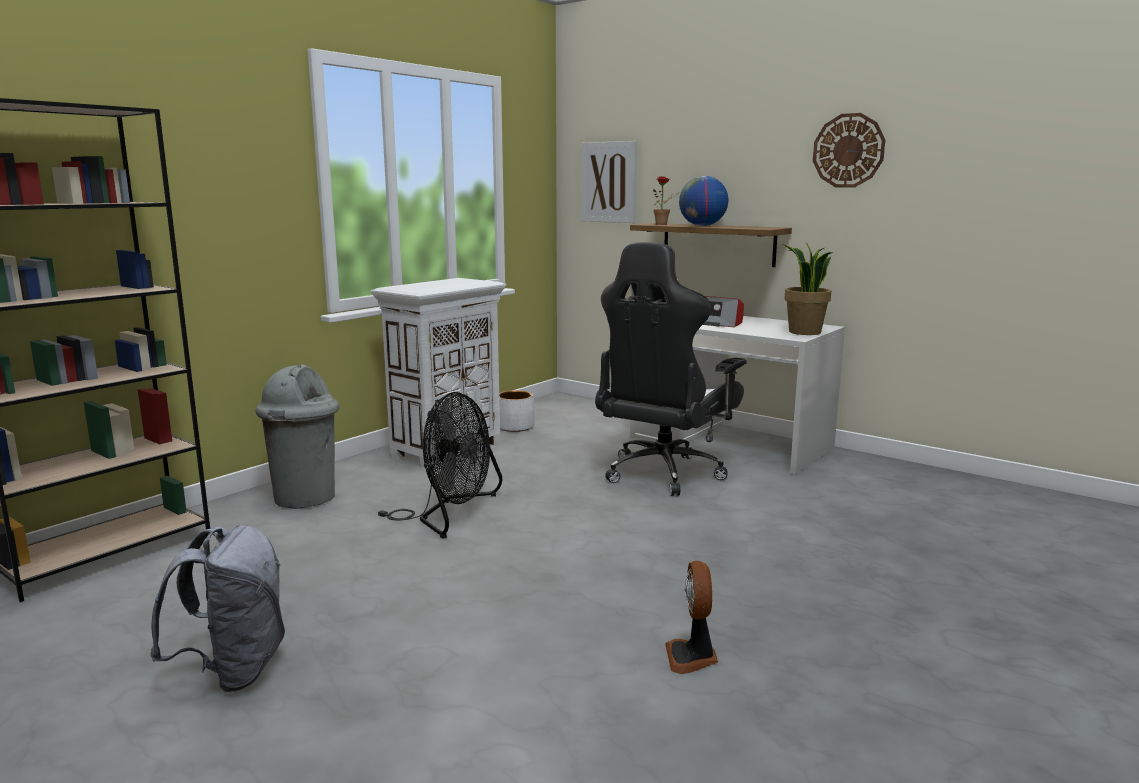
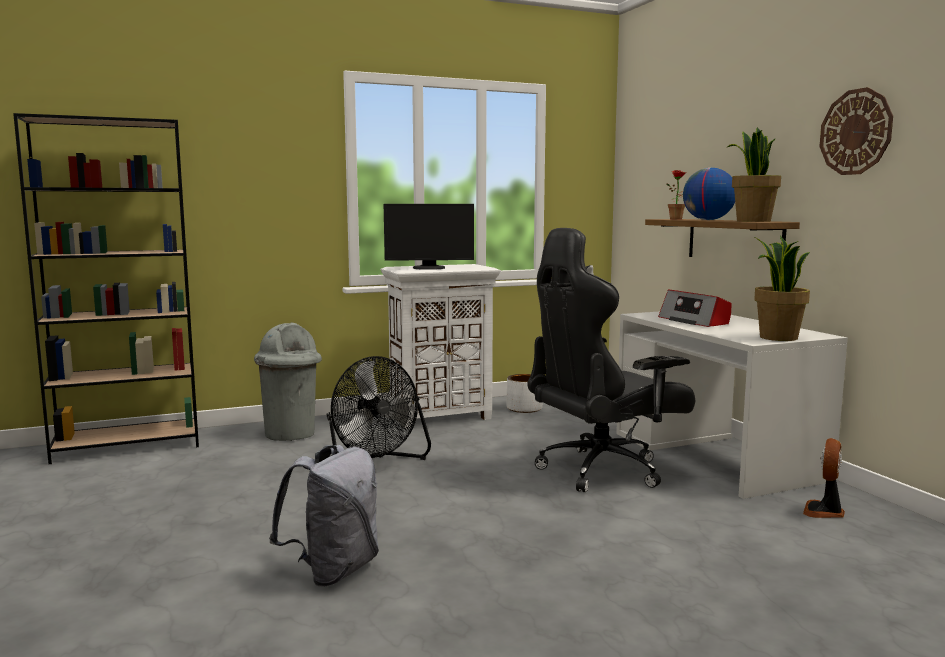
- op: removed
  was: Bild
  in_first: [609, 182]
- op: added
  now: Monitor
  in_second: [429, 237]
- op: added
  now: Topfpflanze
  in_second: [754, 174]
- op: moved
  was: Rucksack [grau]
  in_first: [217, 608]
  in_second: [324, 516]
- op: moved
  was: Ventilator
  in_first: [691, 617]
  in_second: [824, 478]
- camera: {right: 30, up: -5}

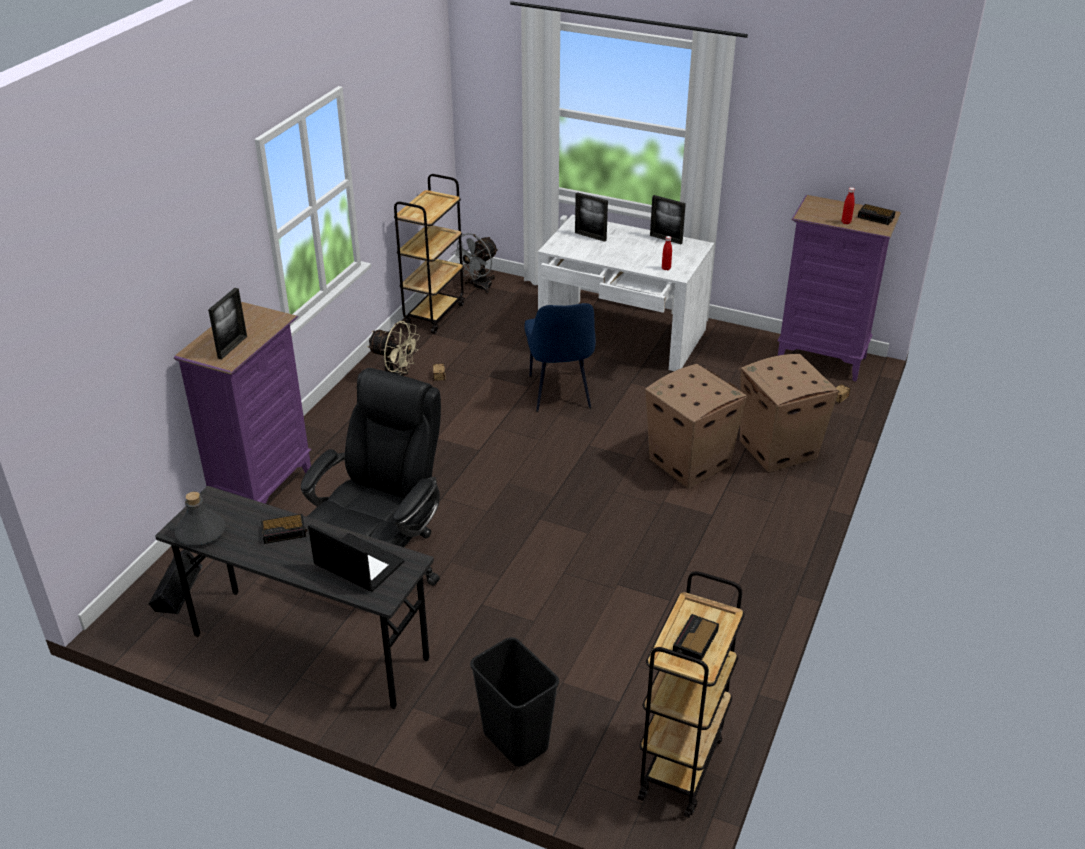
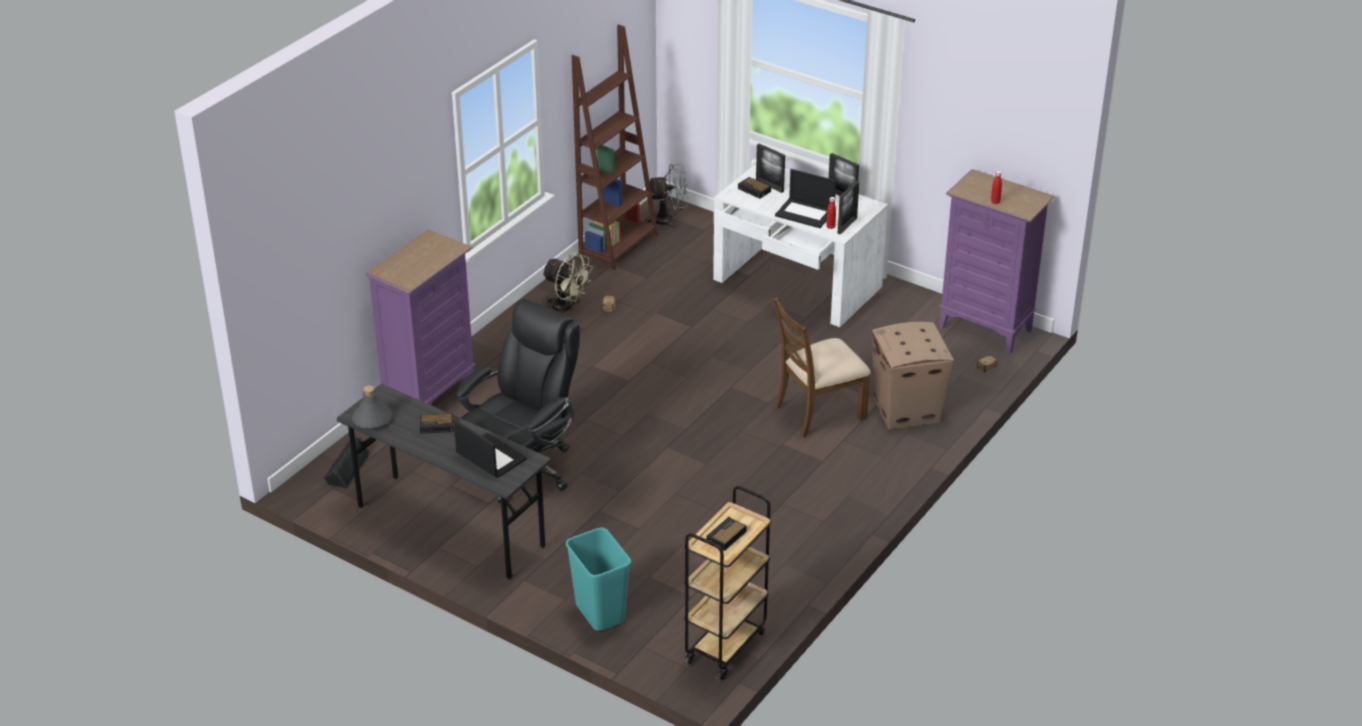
- op: removed
  was: Stuhl [blau]
  in_first: [560, 357]
- op: added
  now: Laptop
  in_second: [805, 198]
- op: moved
  was: Bilderrahmen
  in_first: [227, 323]
  in_second: [848, 208]
- op: moved
  was: Wecker
  in_first: [877, 214]
  in_second: [754, 188]
- op: replaced
  was: Rollwagen [braun]
  now: Bücherregal [braun]
  in_first: [429, 254]
  in_second: [615, 147]
- op: replaced
  was: Karton
  now: Stuhl [braun]
  in_first: [696, 426]
  in_second: [822, 367]
- op: recoloured
  was: Mülleimer [schwarz]
  now: Mülleimer [türkis]
  in_first: [514, 702]
  in_second: [598, 579]
- op: turned
  was: Ventilator [grau]
  in_first: [474, 263]
  in_second: [667, 196]
  clockwise: -150
- camera: {right: 10, up: 0}

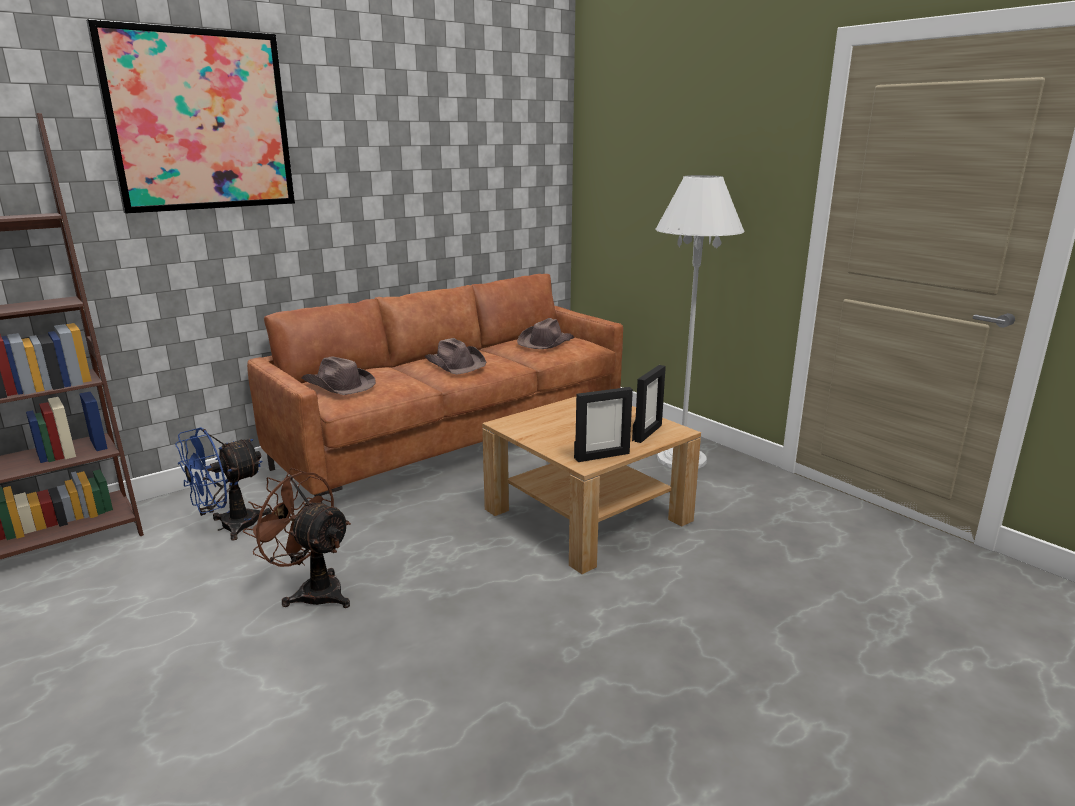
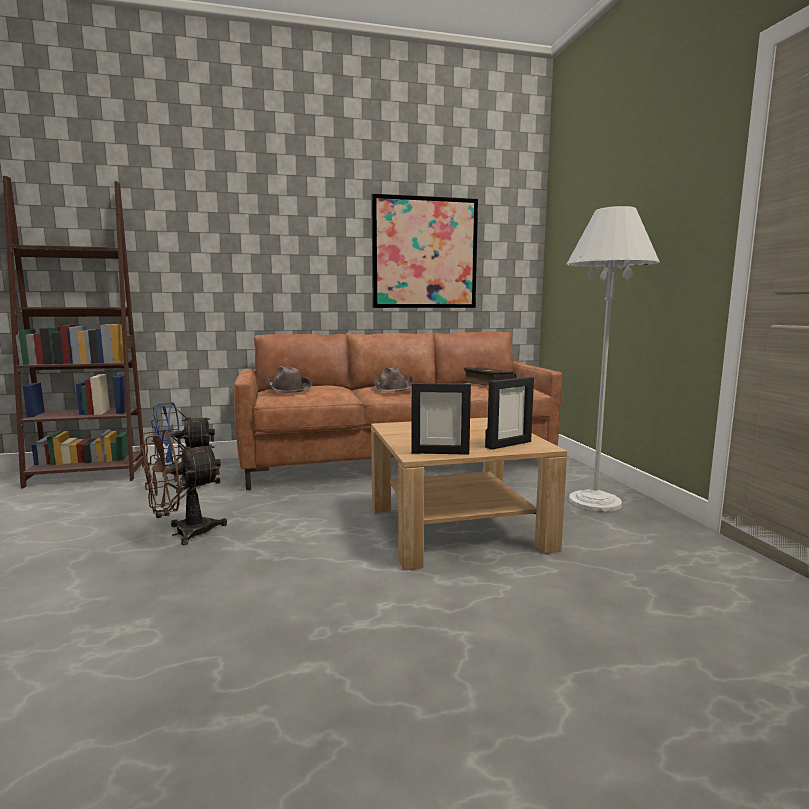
- op: moved
  was: Bild
  in_first: [190, 116]
  in_second: [424, 250]
- op: replaced
  was: Hut [braun]
  now: Buch
  in_first: [546, 333]
  in_second: [490, 376]
- op: turned
  was: Ventilator [braun]
  in_first: [297, 538]
  in_second: [184, 487]
  clockwise: -90
- camera: {right: 25, up: -10}

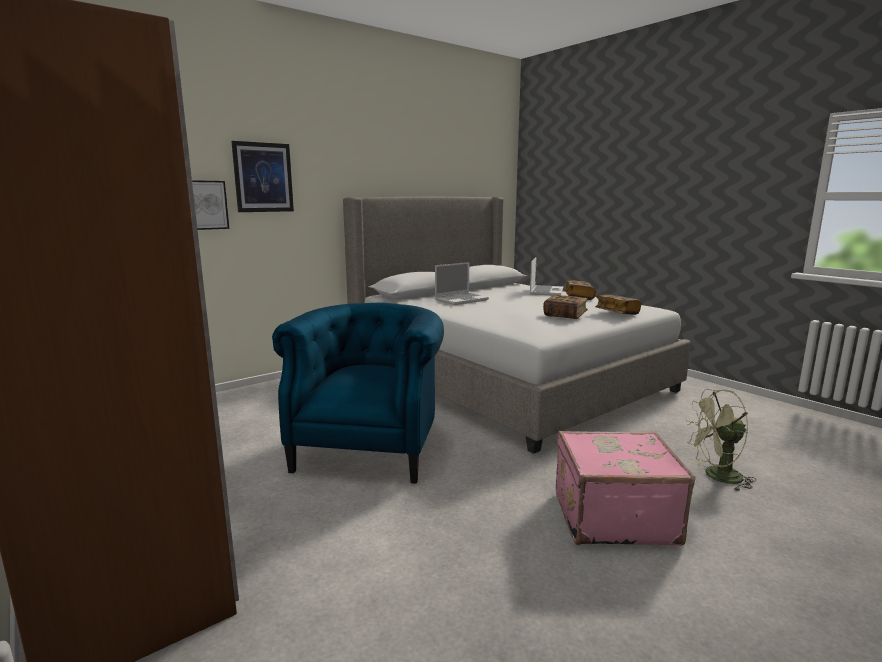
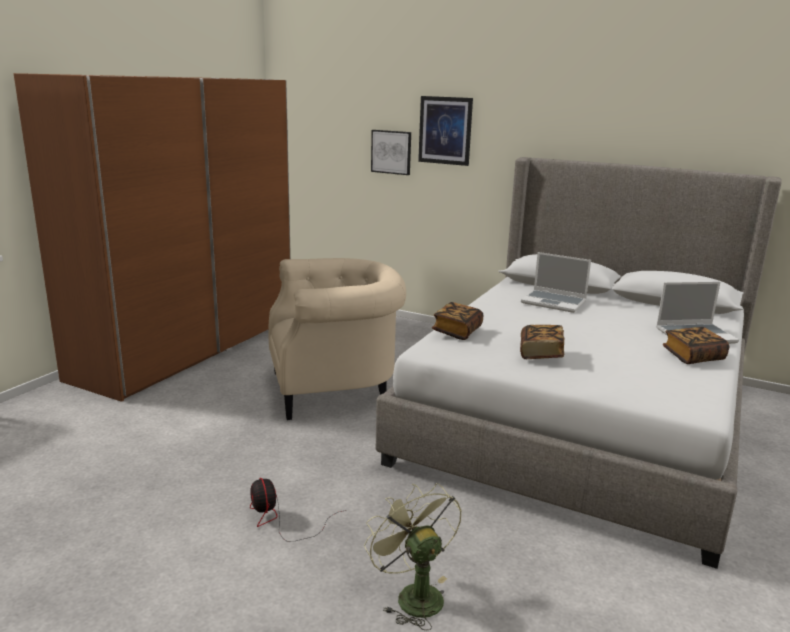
- op: moved
  was: Buch
  in_first: [618, 305]
  in_second: [457, 321]
- op: replaced
  was: Koffer [rosa]
  now: Ventilator
  in_first: [626, 488]
  in_second: [298, 510]
- op: recoloured
  was: Sessel [blau]
  now: Sessel [beige]
  in_first: [358, 393]
  in_second: [337, 339]
- camera: {right: 65, up: 5}

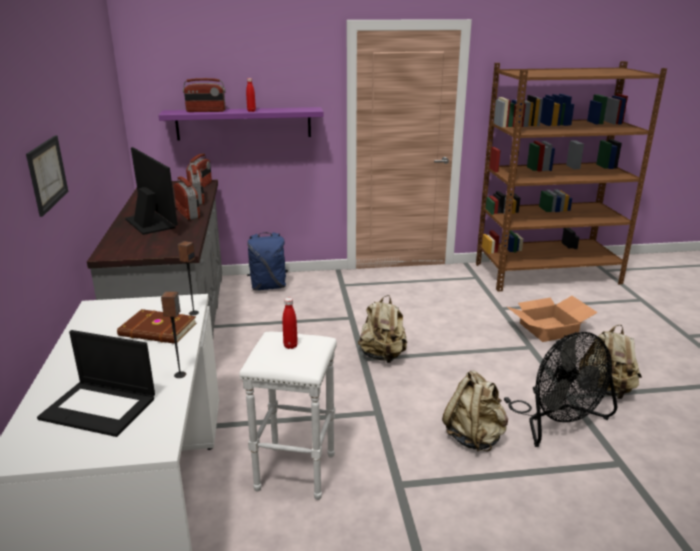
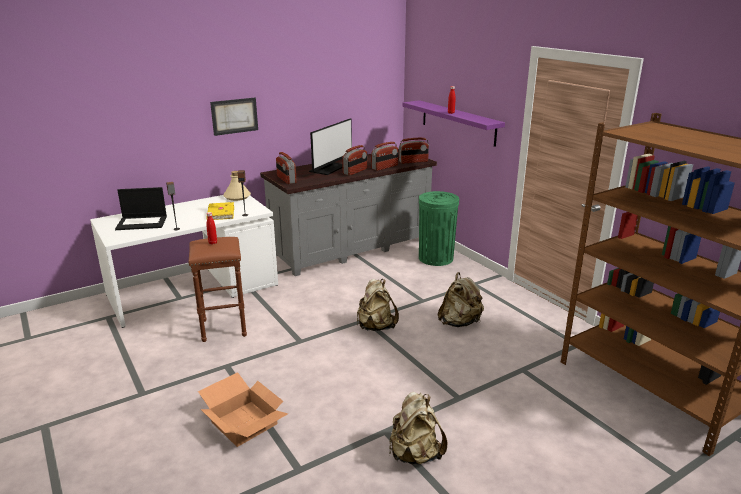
- op: removed
  was: Ventilator [schwarz]
  in_first: [561, 389]
- op: added
  now: Flasche [beige]
  in_second: [237, 186]
- op: moved
  was: Radio
  in_first: [204, 95]
  in_second: [286, 168]
- op: moved
  was: Rucksack [beige]
  in_first: [475, 411]
  in_second: [460, 299]
- op: moved
  was: Karton
  in_first: [552, 319]
  in_second: [243, 409]
- op: replaced
  was: Rucksack [blau]
  now: Mülleimer [grün]
  in_first: [267, 261]
  in_second: [439, 228]
- op: recoloured
  was: Buch [braun]
  now: Buch [gelb]
  in_first: [157, 326]
  in_second: [220, 211]
- op: recoloured
  was: Hocker [weiß]
  now: Hocker [braun]
  in_first: [288, 416]
  in_second: [218, 289]
- op: turned
  was: Laptop
  in_first: [96, 383]
  in_second: [141, 208]
  clockwise: -90
- camera: {right: 65, up: 0}

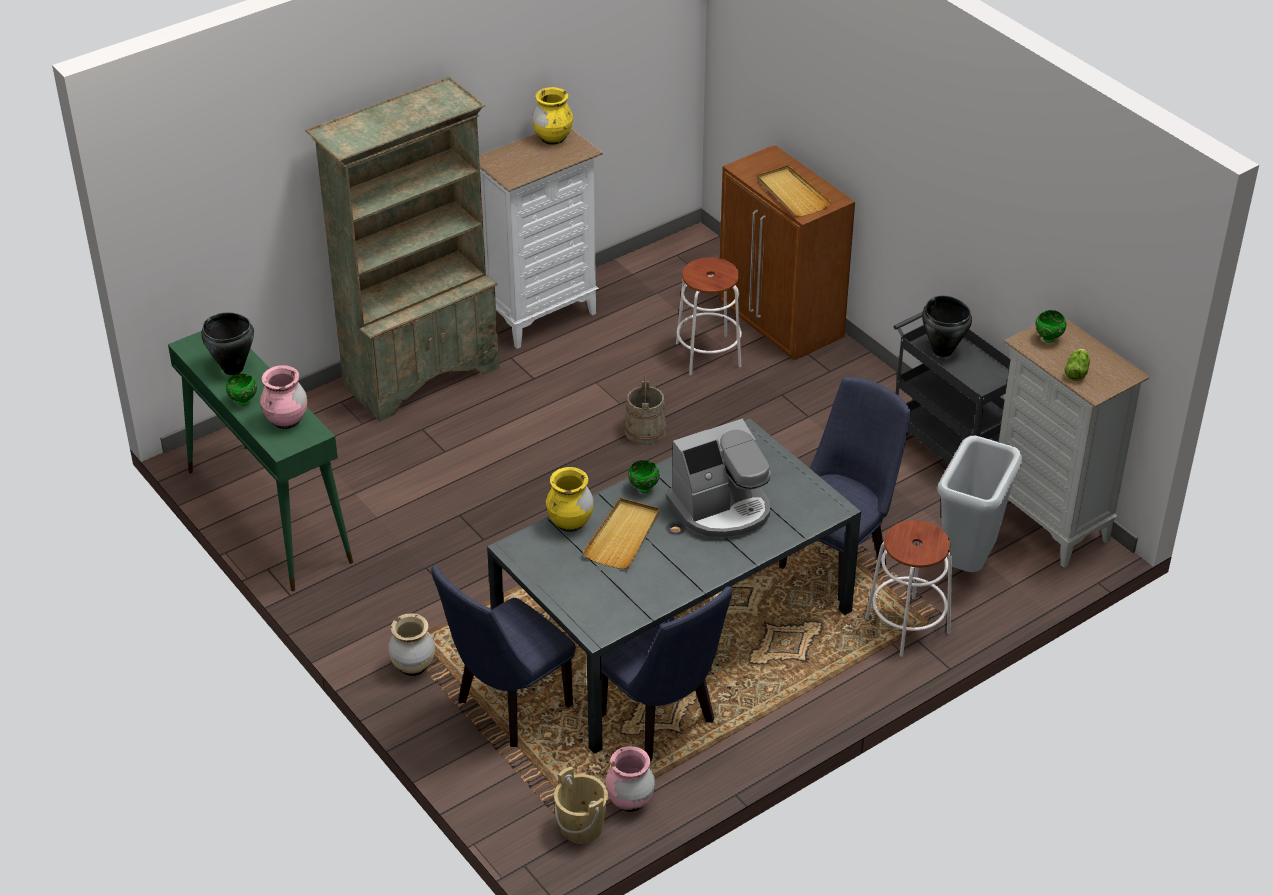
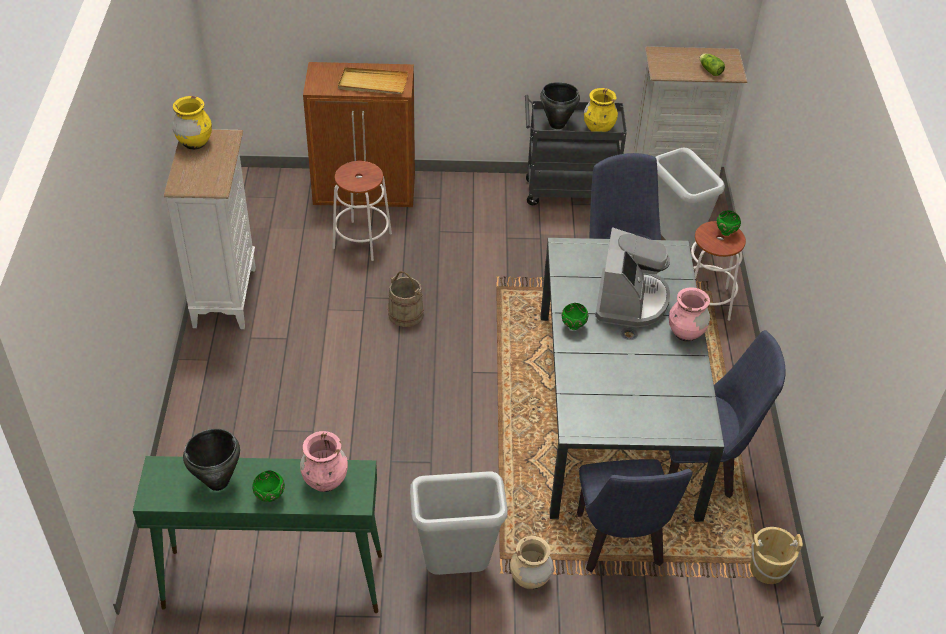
- op: removed
  was: Bücherregal [grün]
  in_first: [402, 249]
- op: removed
  was: Tablett [beige]
  in_first: [621, 533]
- op: added
  now: Mülleimer [grau]
  in_second: [459, 523]
- op: moved
  was: Vase [gelb]
  in_first: [570, 499]
  in_second: [601, 110]
- op: moved
  was: Vase [rosa]
  in_first: [630, 779]
  in_second: [689, 314]
- op: moved
  was: Schüssel [grün]
  in_first: [1050, 326]
  in_second: [729, 223]
- camera: {right: -55, up: 5}

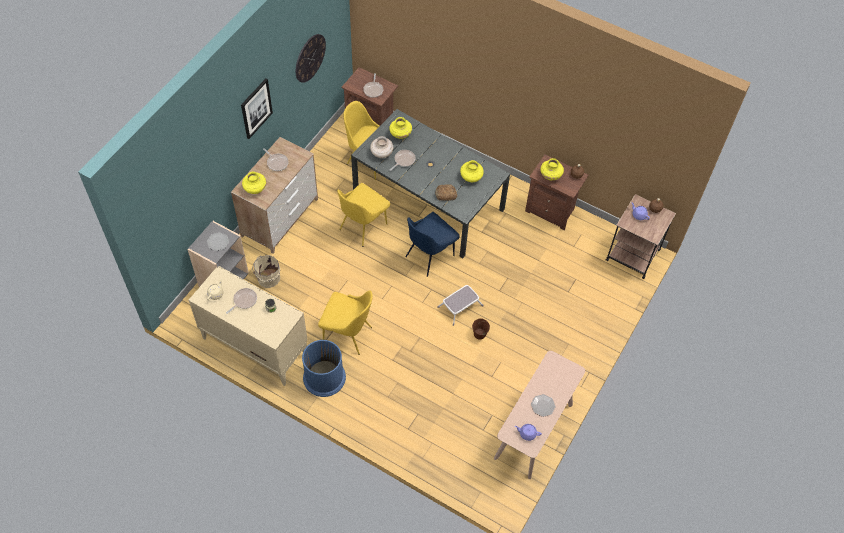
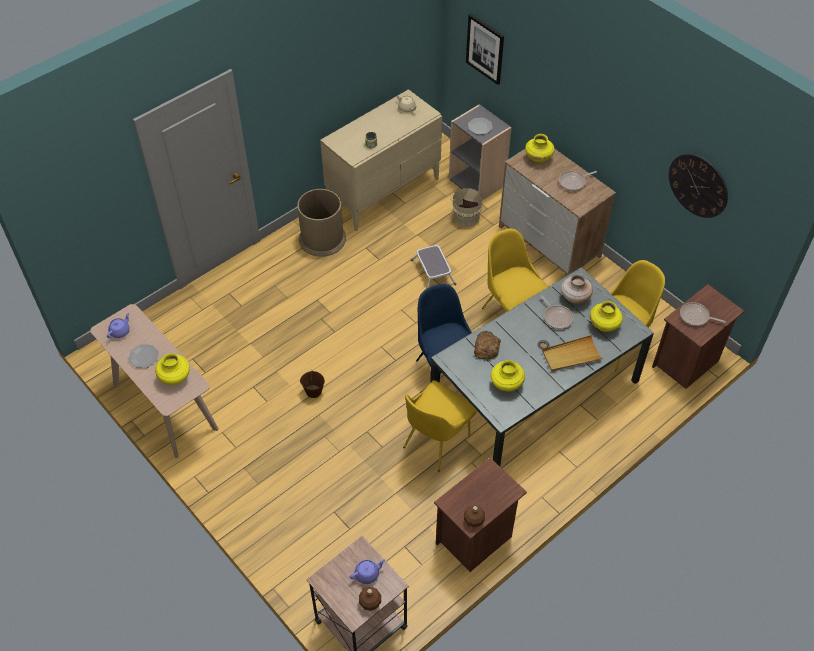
- op: removed
  was: Pfanne
  in_first: [241, 301]
- op: added
  now: Tablett [beige]
  in_second: [572, 353]
- op: moved
  was: Bild
  in_first: [257, 109]
  in_second: [485, 49]
- op: moved
  was: Stuhl [gelb]
  in_first: [345, 323]
  in_second: [440, 425]
- op: moved
  was: Trittleiter [grau]
  in_first: [460, 305]
  in_second: [434, 266]
- op: moved
  was: Vase [gelb]
  in_first: [552, 169]
  in_second: [172, 369]
- op: recoloured
  was: Mülleimer [blau]
  now: Mülleimer [braun]
  in_first: [324, 368]
  in_second: [321, 223]
- camera: {right: 110, up: -5}

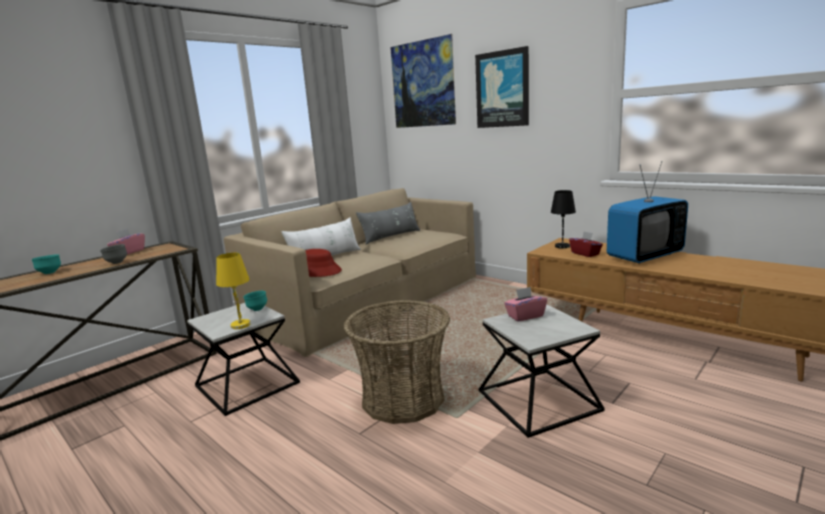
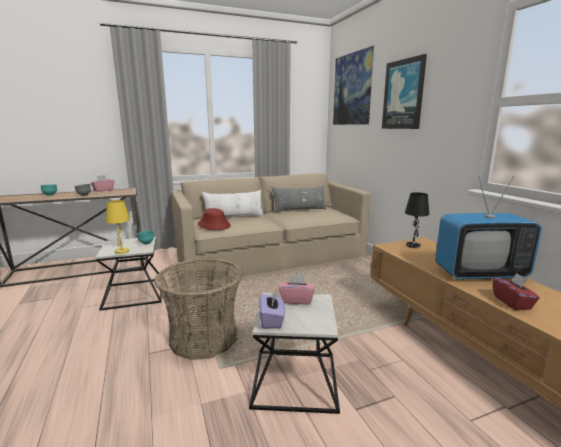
- op: added
  now: Taschentuchbox [lila]
  in_second: [272, 310]
- op: moved
  was: Taschentuchbox [rot]
  in_first: [586, 244]
  in_second: [516, 291]
- camera: {right: 25, up: 0}

